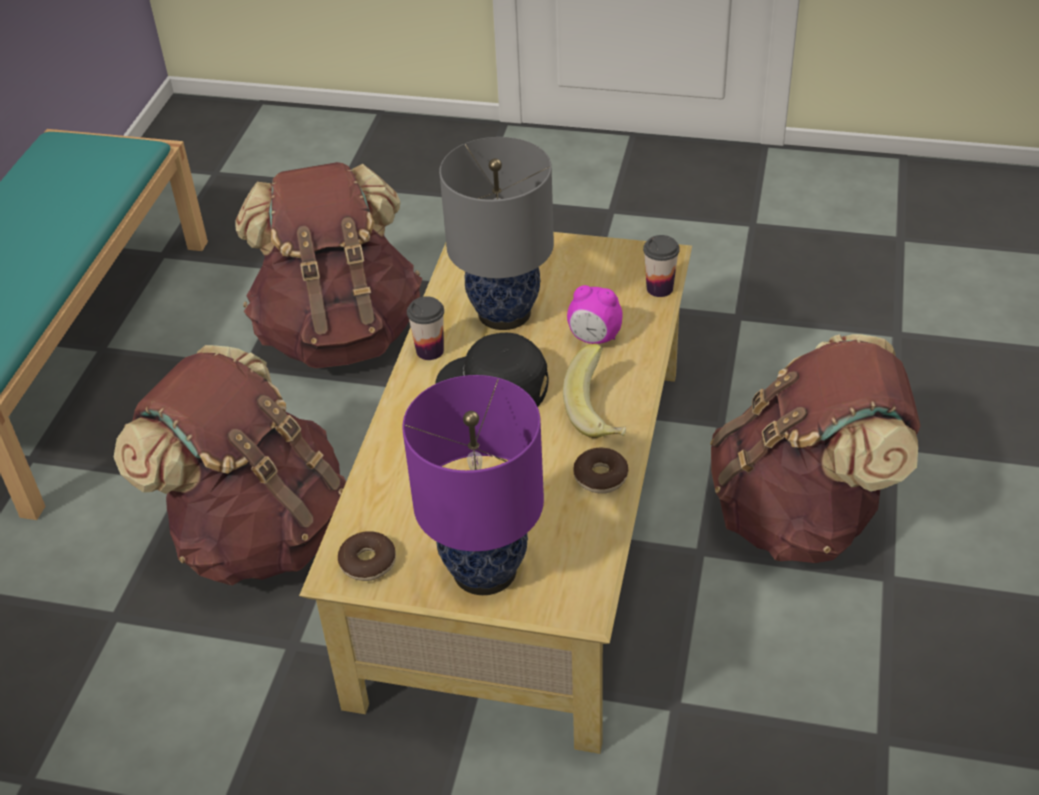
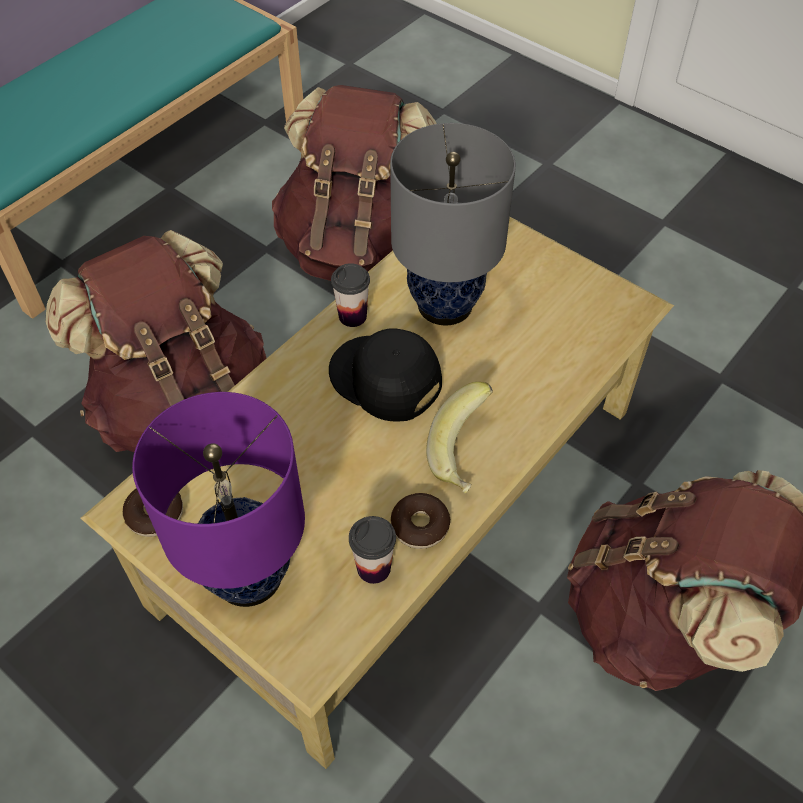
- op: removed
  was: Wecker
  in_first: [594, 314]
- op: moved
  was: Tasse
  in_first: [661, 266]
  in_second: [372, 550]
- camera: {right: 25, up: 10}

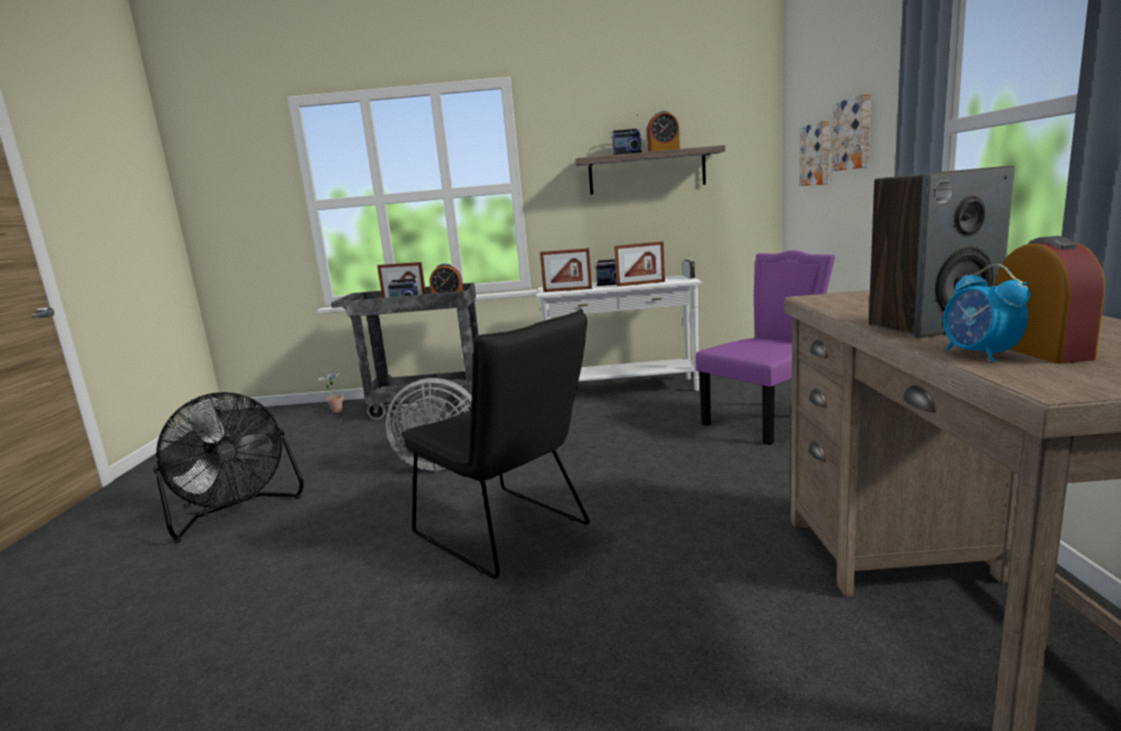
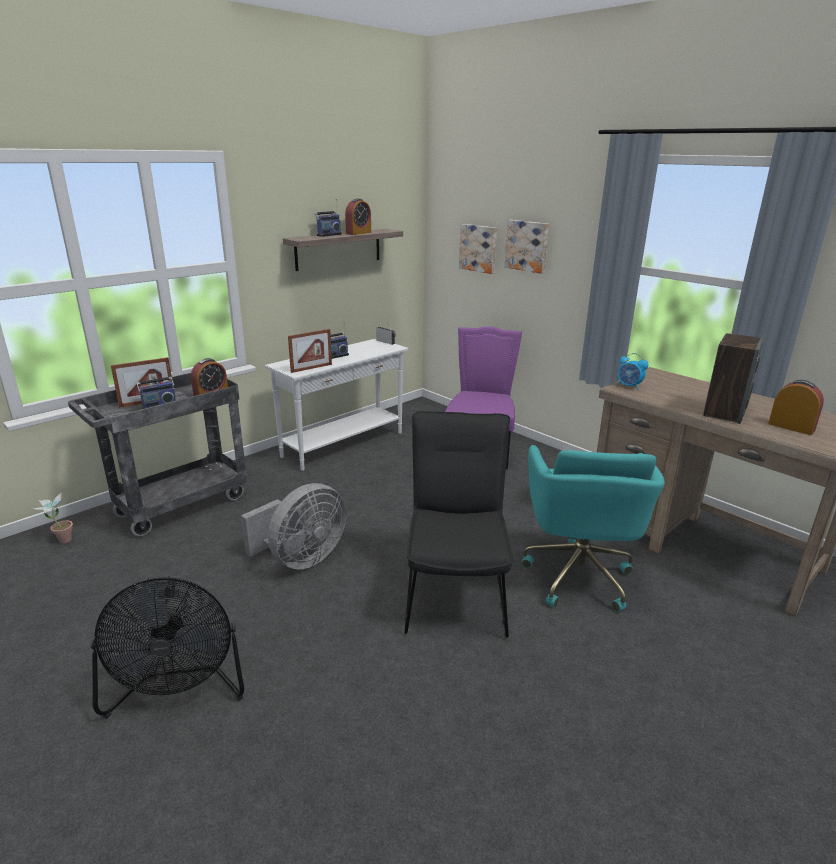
- op: removed
  was: Bilderrahmen
  in_first: [639, 264]
- op: added
  now: Bürostuhl [türkis]
  in_second: [593, 528]
- op: moved
  was: Wecker
  in_first: [987, 313]
  in_second: [632, 371]
- op: turned
  was: Ventilator [schwarz]
  in_first: [228, 468]
  in_second: [167, 647]
  clockwise: 75
- op: turned
  was: Stuhl [schwarz]
  in_first: [496, 444]
  in_second: [459, 524]
  clockwise: -90
- camera: {right: -45, up: 10}

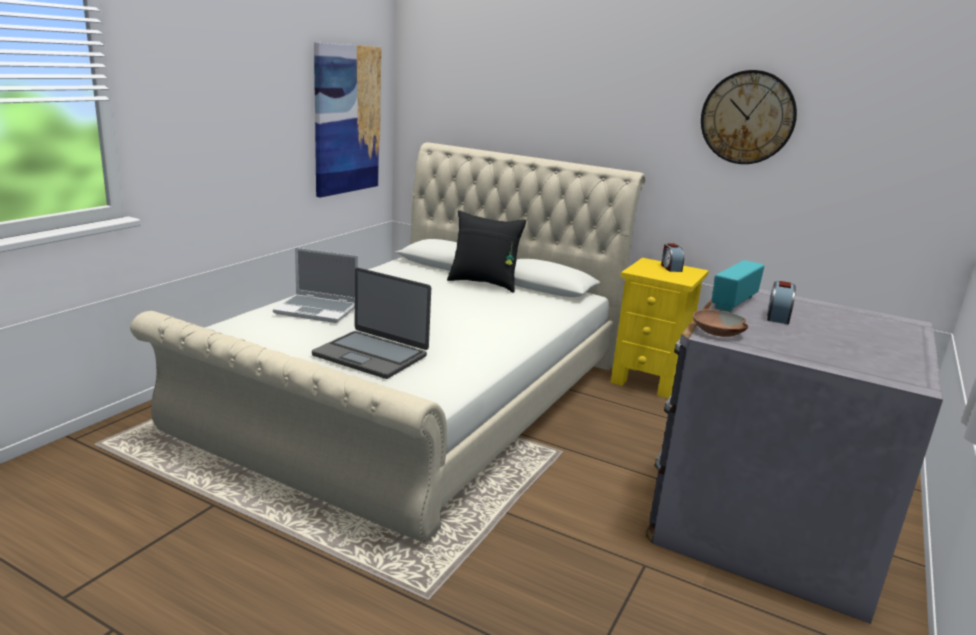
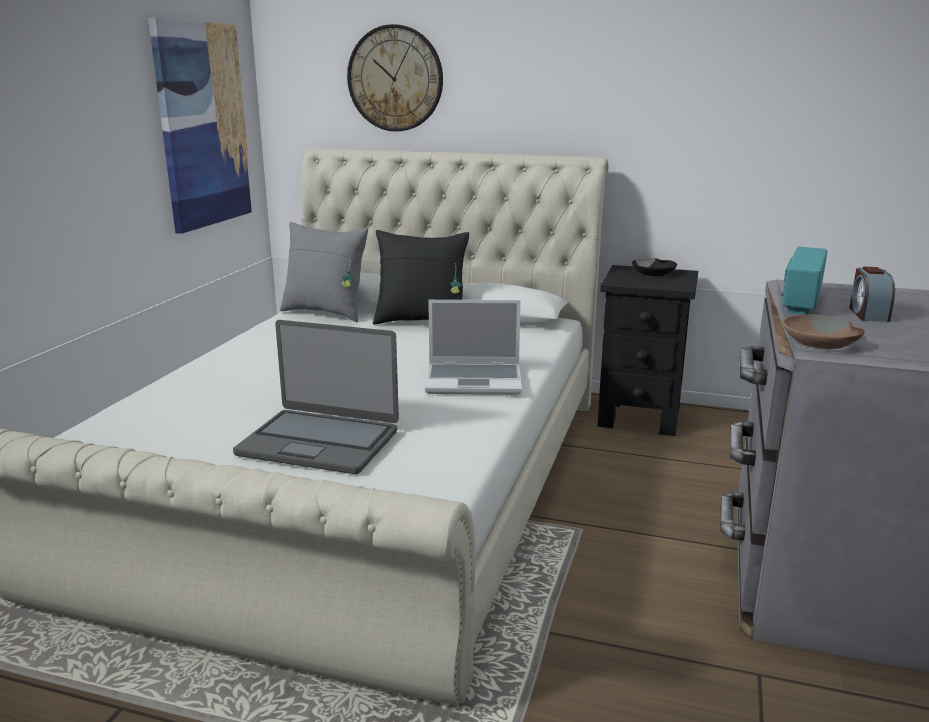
- op: added
  now: Kissen [grau]
  in_second: [324, 272]
- op: moved
  was: Laptop
  in_first: [315, 285]
  in_second: [473, 347]
- op: moved
  was: Wanduhr
  in_first: [749, 117]
  in_second: [395, 78]
- op: replaced
  was: Wecker
  now: Schüssel [schwarz]
  in_first: [672, 257]
  in_second: [654, 267]
- op: recoloured
  was: Nachttisch [gelb]
  now: Nachttisch [schwarz]
  in_first: [660, 328]
  in_second: [647, 350]
- camera: {right: -10, up: 0}

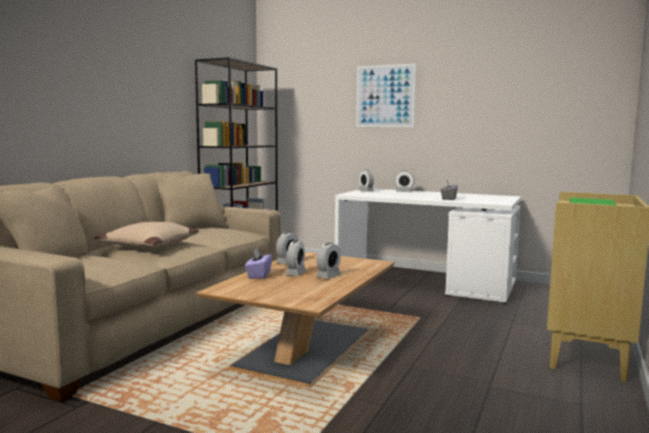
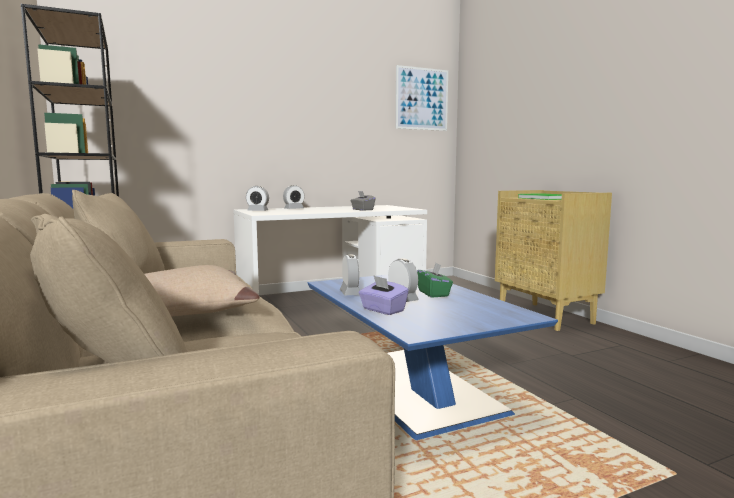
- op: moved
  was: Bild
  in_first: [386, 95]
  in_second: [421, 98]
- op: replaced
  was: Wecker
  now: Taschentuchbox [grün]
  in_first: [328, 261]
  in_second: [435, 280]
- op: recoloured
  was: Couchtisch [braun]
  now: Couchtisch [blau]
  in_first: [296, 320]
  in_second: [433, 357]
- camera: {right: -50, up: 0}

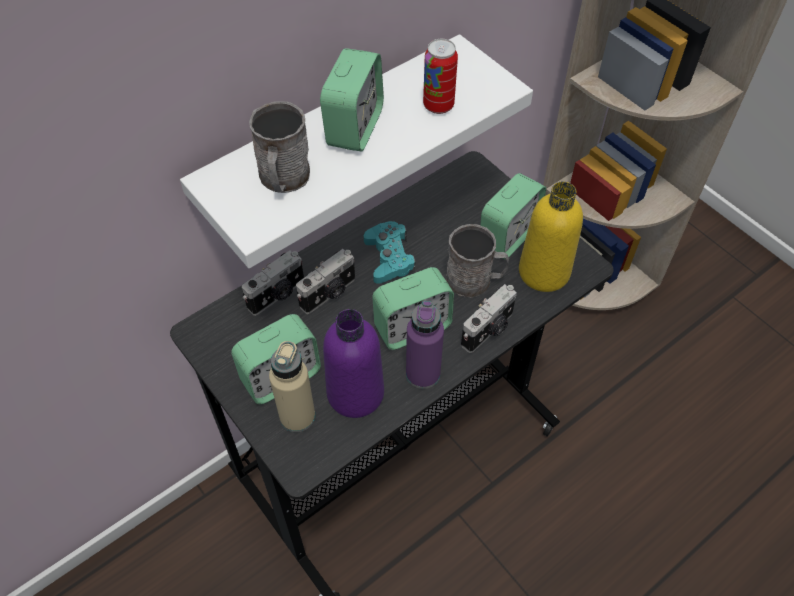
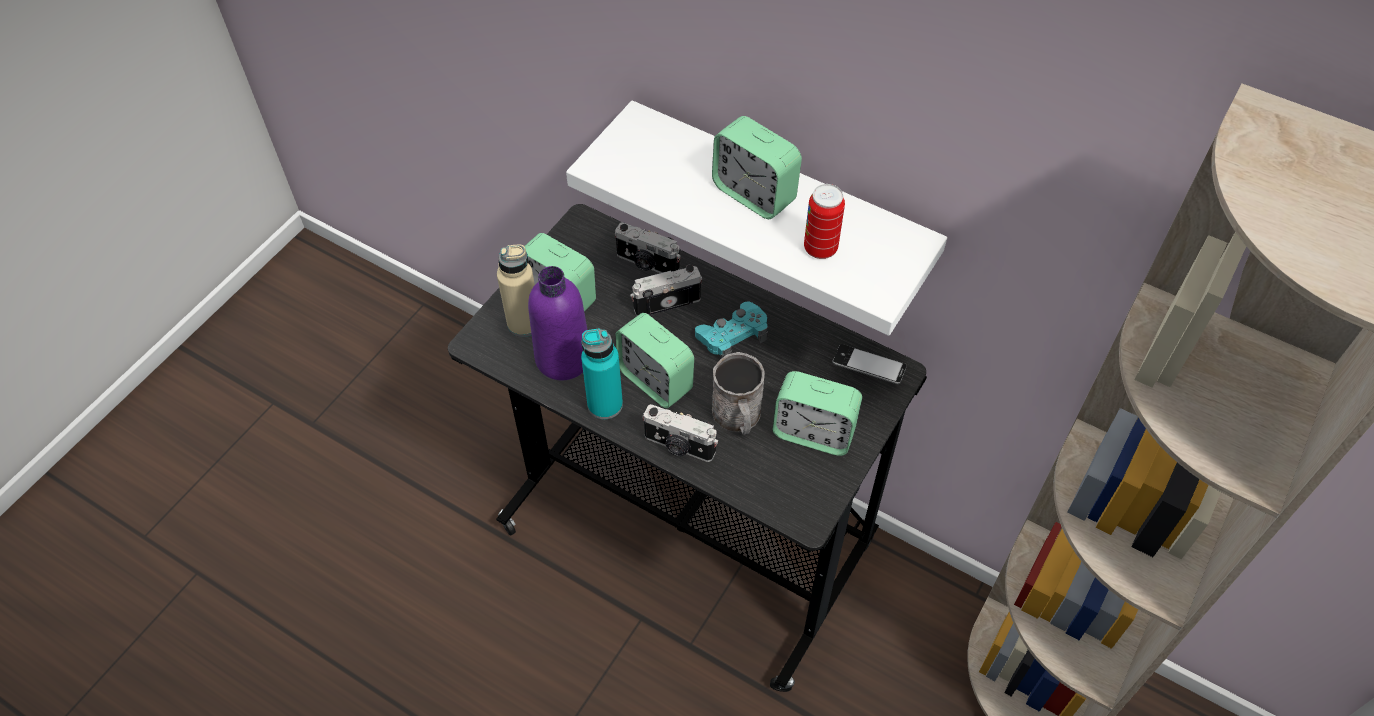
- op: removed
  was: Henkelbecher [grau]
  in_first: [279, 147]
- op: removed
  was: Flasche [gelb]
  in_first: [551, 237]
- op: added
  now: Handy
  in_second: [869, 364]
- op: recoloured
  was: Flasche [lila]
  now: Flasche [türkis]
  in_first: [425, 345]
  in_second: [602, 373]
- op: turned
  was: Kamera
  in_first: [325, 281]
  in_second: [666, 290]
  clockwise: 135
- op: turned
  was: Wecker
  in_first: [352, 100]
  in_second: [757, 167]
  clockwise: 45
- camera: {right: 70, up: 0}

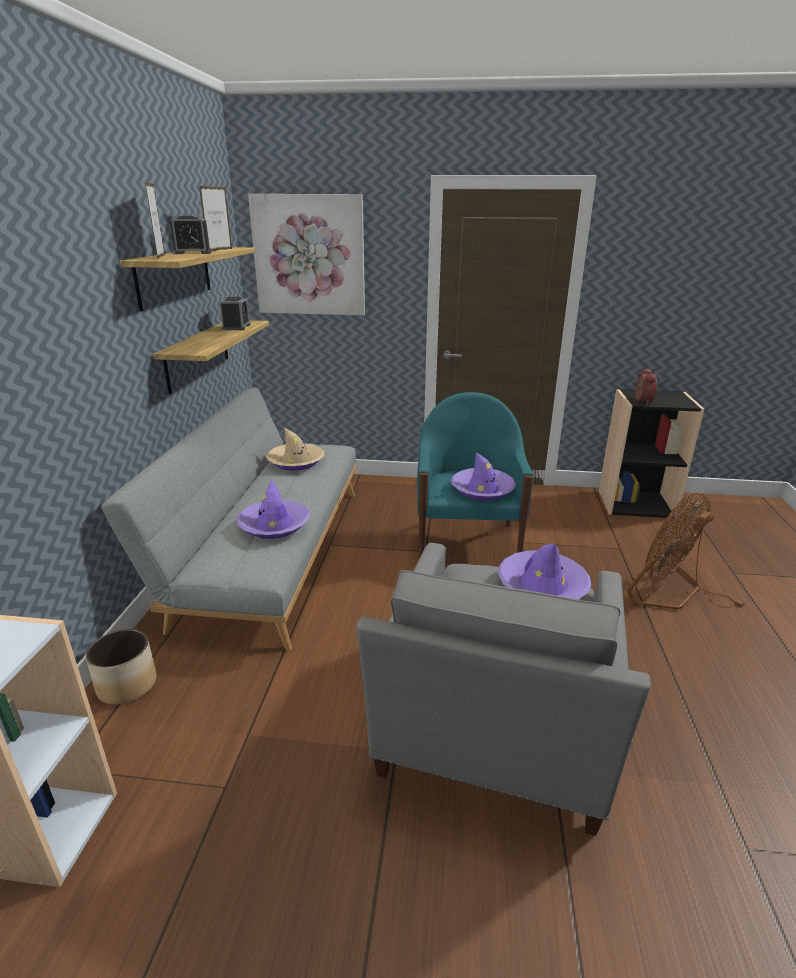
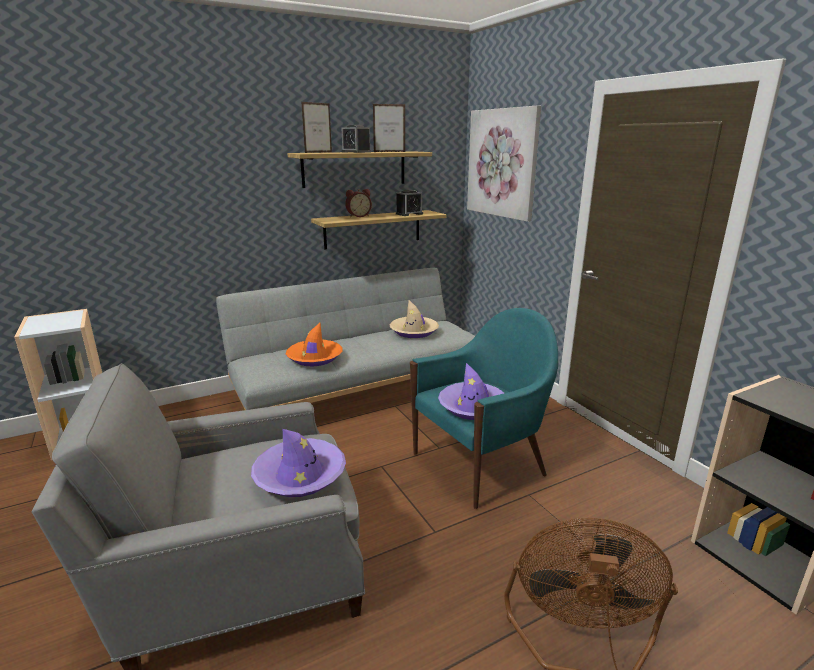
- op: removed
  was: Pflanzkübel
  in_first: [121, 667]
- op: moved
  was: Wecker
  in_first: [646, 386]
  in_second: [358, 203]
- op: recoloured
  was: Hut [lila]
  now: Hut [orange]
  in_first: [273, 509]
  in_second: [314, 344]
- camera: {right: 55, up: -5}

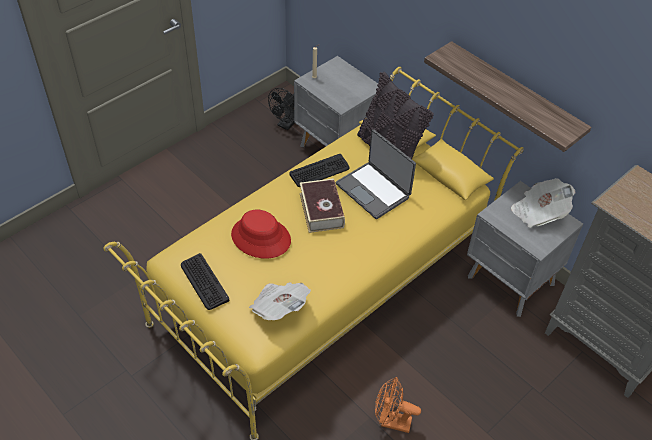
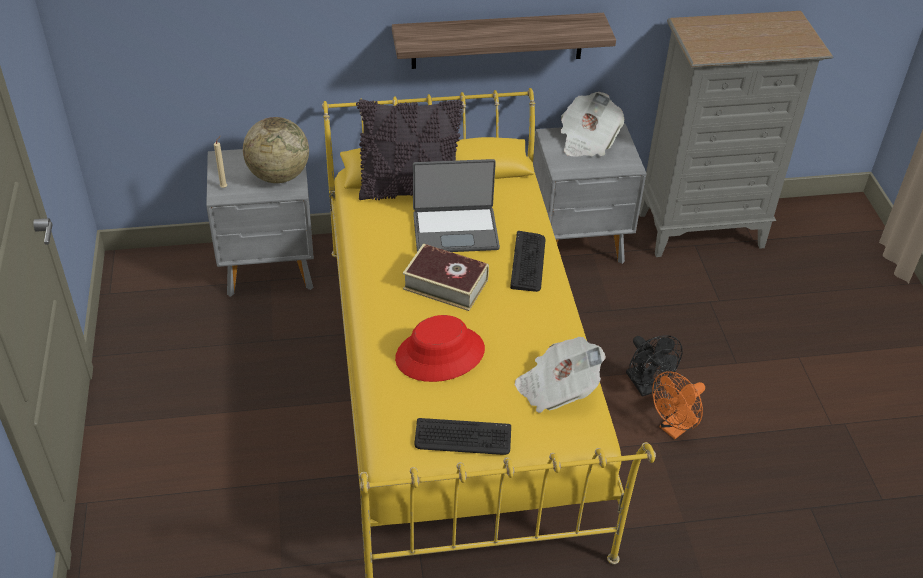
- op: added
  now: Globus
  in_second: [276, 150]
- op: moved
  was: Ventilator [schwarz]
  in_first: [281, 109]
  in_second: [654, 366]
- op: moved
  was: Tastatur
  in_first: [320, 170]
  in_second: [527, 261]
- camera: {right: -55, up: -5}

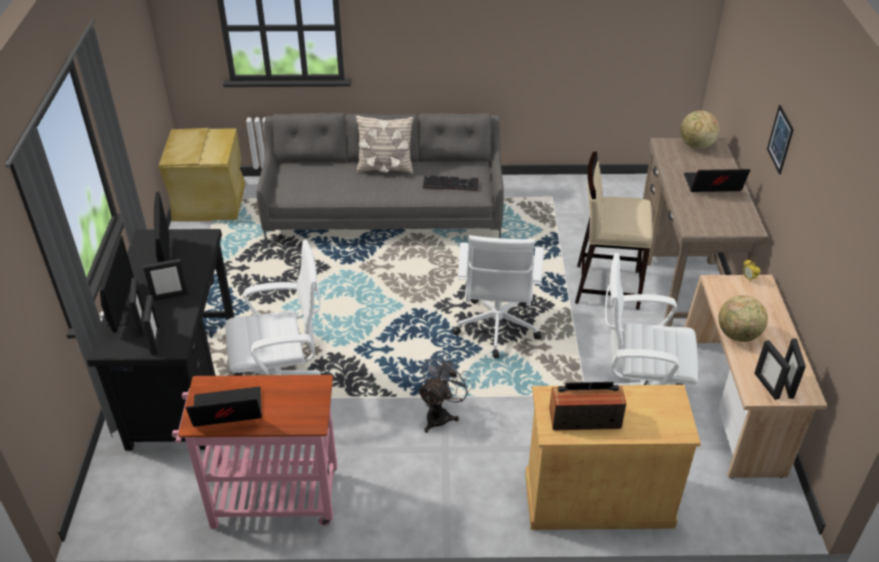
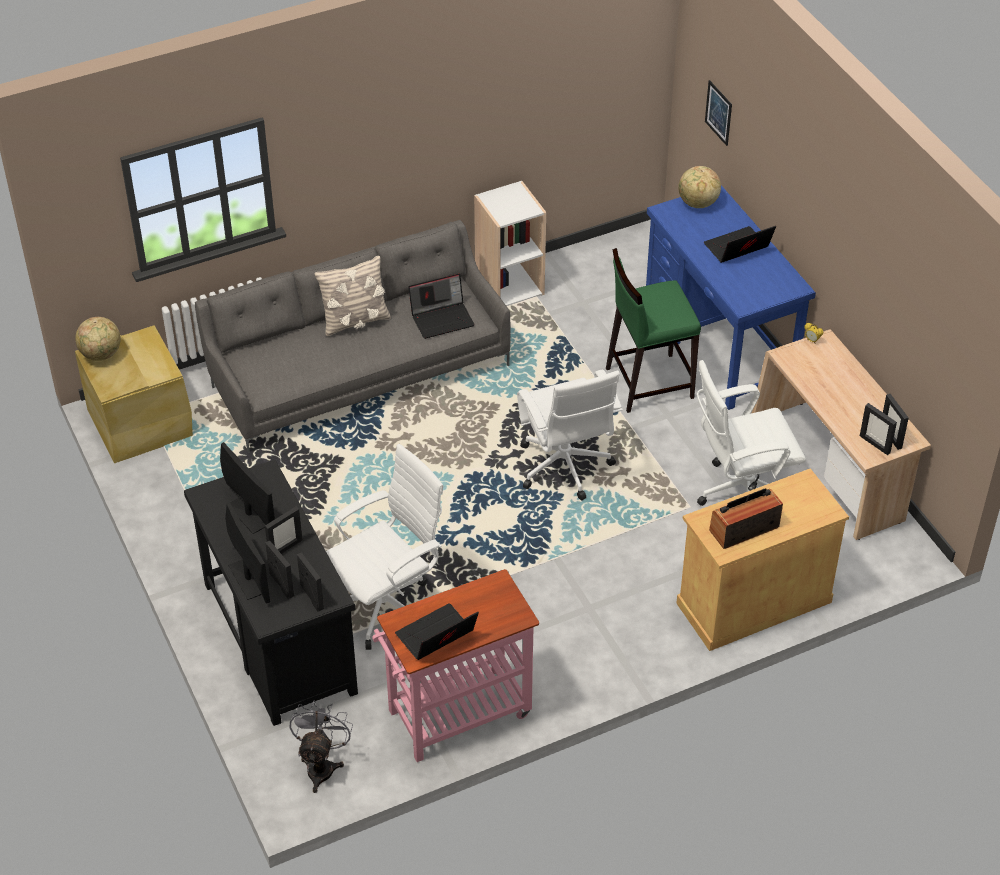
- op: added
  now: Bücherregal
  in_second: [510, 243]
- op: moved
  was: Ventilator [grau]
  in_first: [445, 393]
  in_second: [321, 746]
- op: moved
  was: Globus
  in_first: [743, 318]
  in_second: [98, 339]
- op: moved
  was: Bild
  in_first: [780, 139]
  in_second: [718, 113]
- op: replaced
  was: Tastatur
  now: Laptop
  in_first: [451, 183]
  in_second: [441, 306]
- op: recoloured
  was: Hocker [beige]
  now: Hocker [grün]
  in_first: [614, 231]
  in_second: [653, 330]
- op: recoloured
  was: Schreibtisch [braun]
  now: Schreibtisch [blau]
  in_first: [705, 232]
  in_second: [731, 297]
- camera: {right: -25, up: 5}

